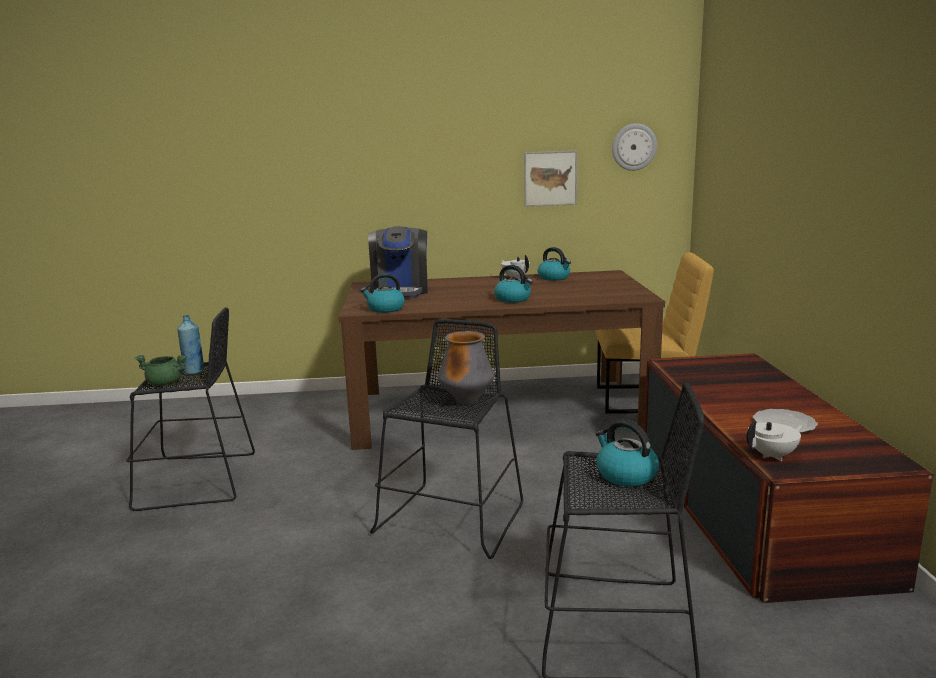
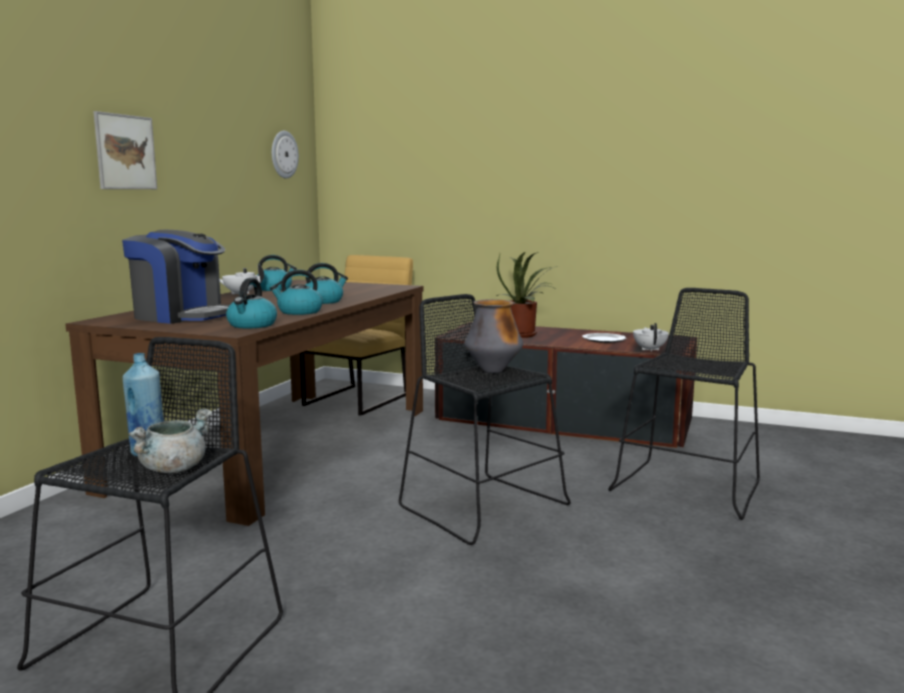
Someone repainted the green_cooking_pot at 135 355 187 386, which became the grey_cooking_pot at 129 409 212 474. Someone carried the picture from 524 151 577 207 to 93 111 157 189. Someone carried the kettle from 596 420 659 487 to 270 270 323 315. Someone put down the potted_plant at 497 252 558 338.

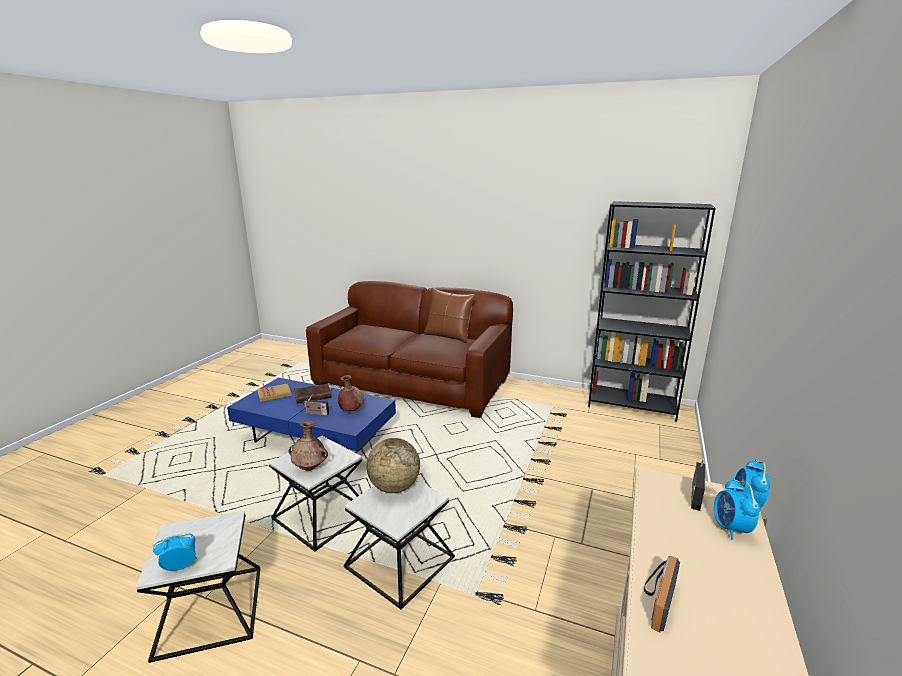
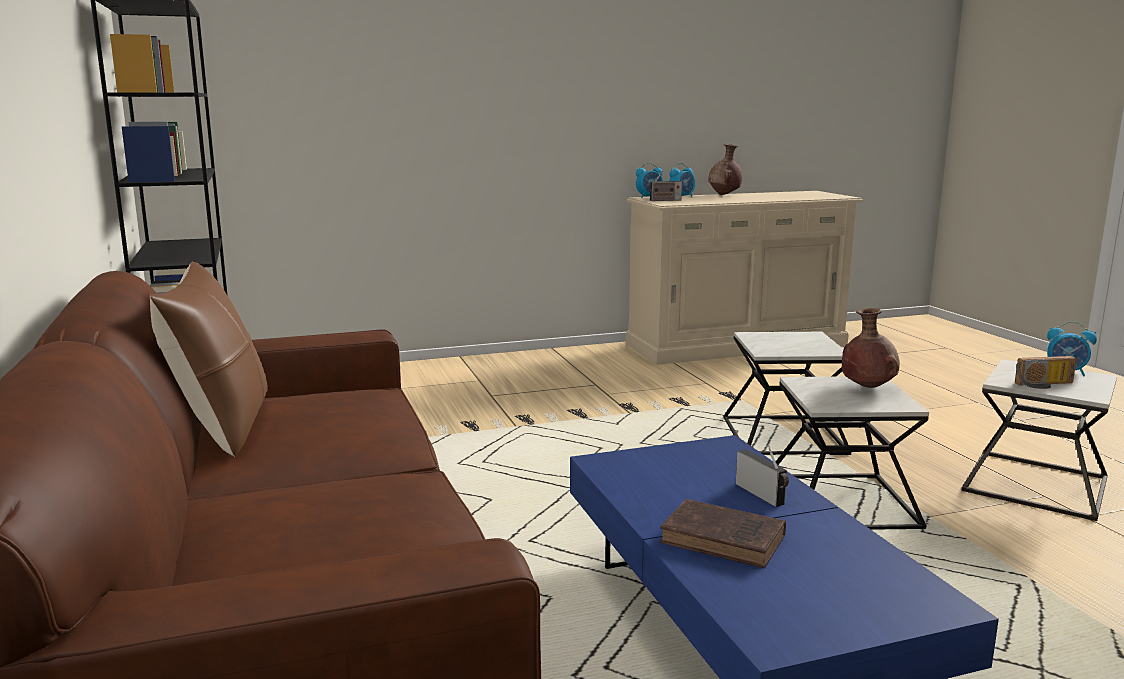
Someone took away the book at 257 384 292 402. Someone carried the brown_vase from 338 375 364 411 to 708 144 742 195. Someone took away the globe at 366 438 420 493. Someone carried the radio from 644 556 680 632 to 1015 356 1077 389.

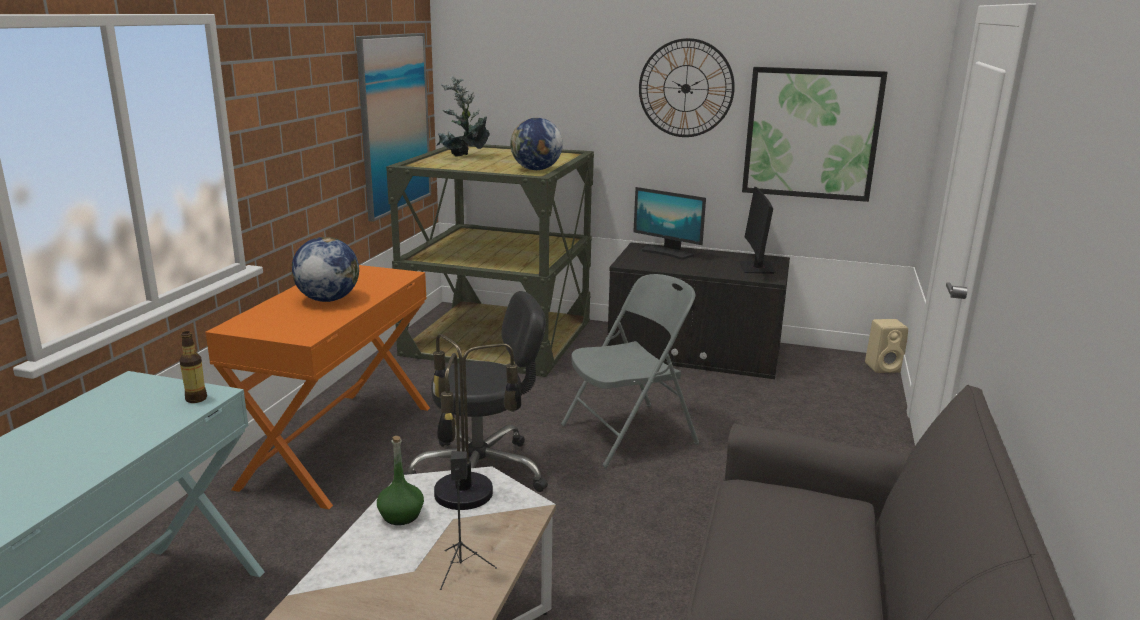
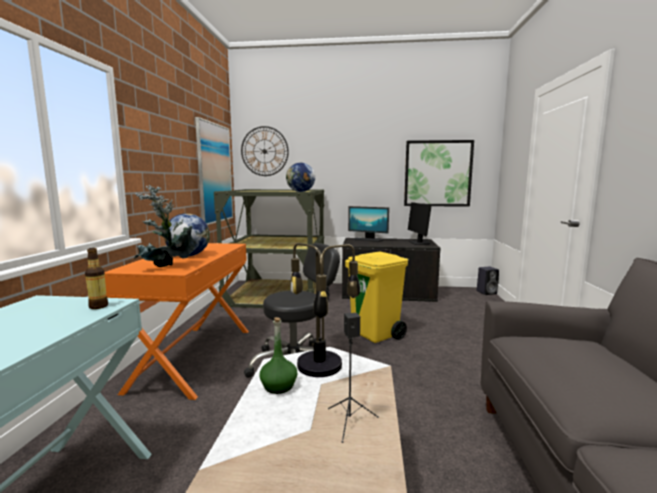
Someone carried the potted_plant from 437 76 490 157 to 134 185 196 267. Someone swapped the grey_chair at 561 274 699 468 for the yellow_trash_can at 345 251 409 343. Someone carried the wall_clock from 639 38 735 137 to 241 126 289 176. Someone repainted the beige_speaker at 865 319 908 373, which became the black_speaker at 477 267 499 295.

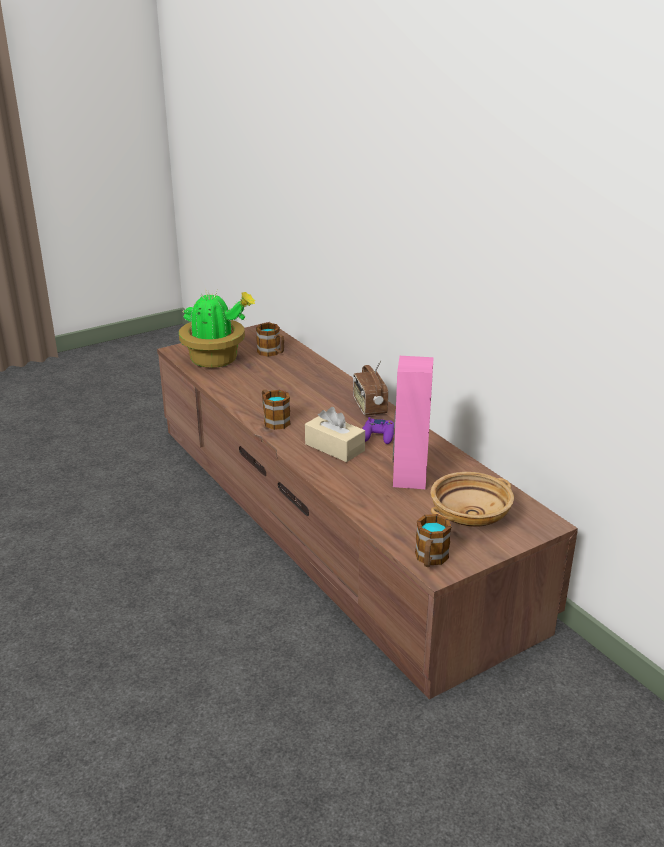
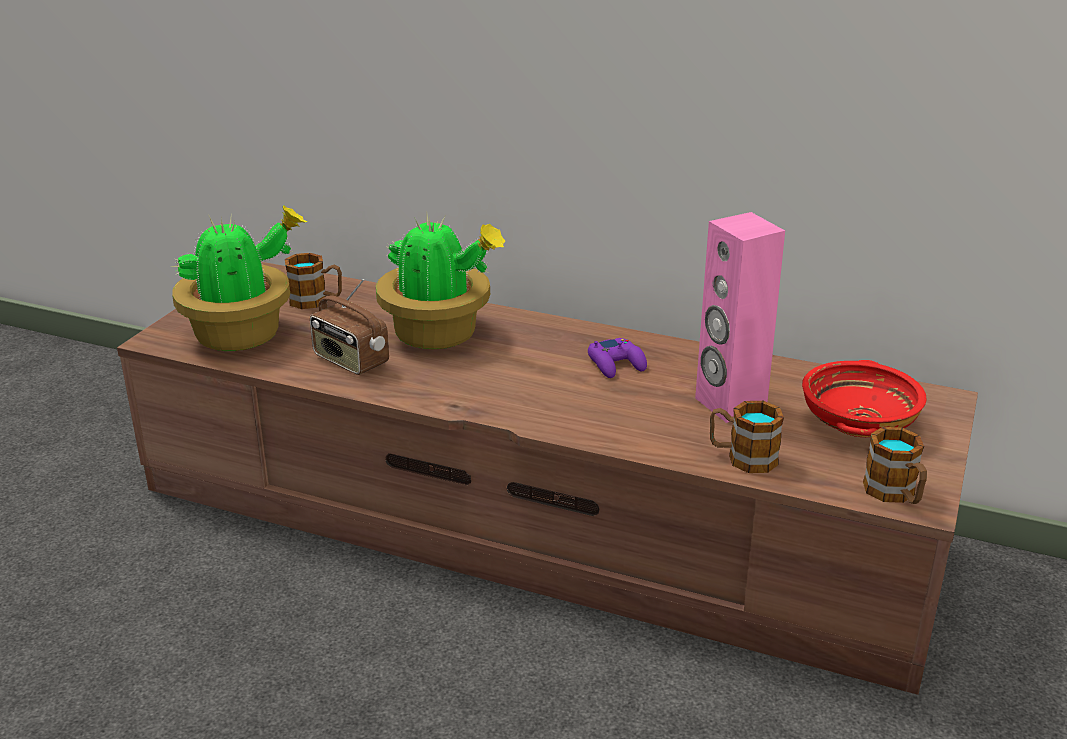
Someone carried the mug from 262 390 291 430 to 710 401 784 473. Someone took away the beige_tissue_box at 305 407 365 462. Someone carried the radio from 353 360 388 416 to 310 279 389 375. Someone repainted the beige_bowl at 431 472 514 527, which became the red_bowl at 802 360 927 437. Someone put down the potted_plant at 376 214 505 349.

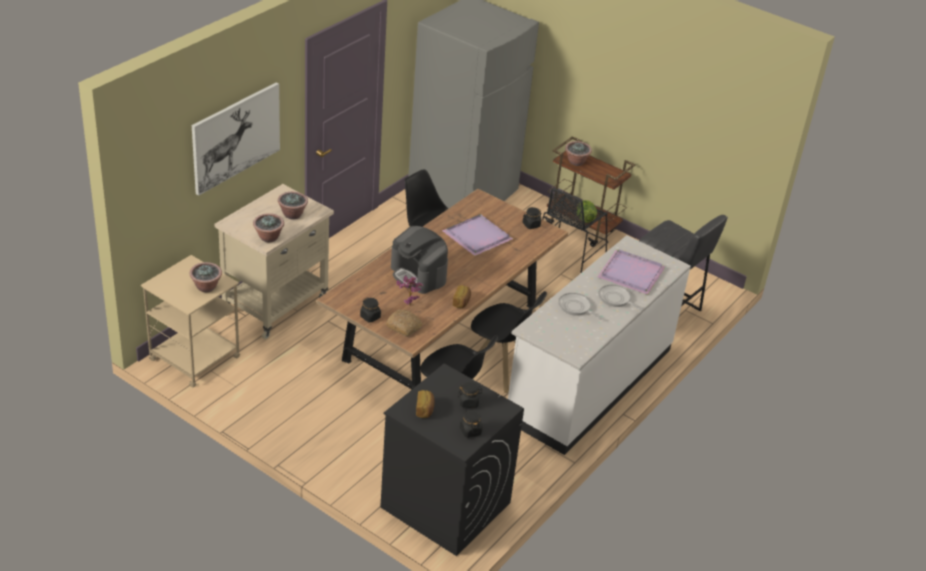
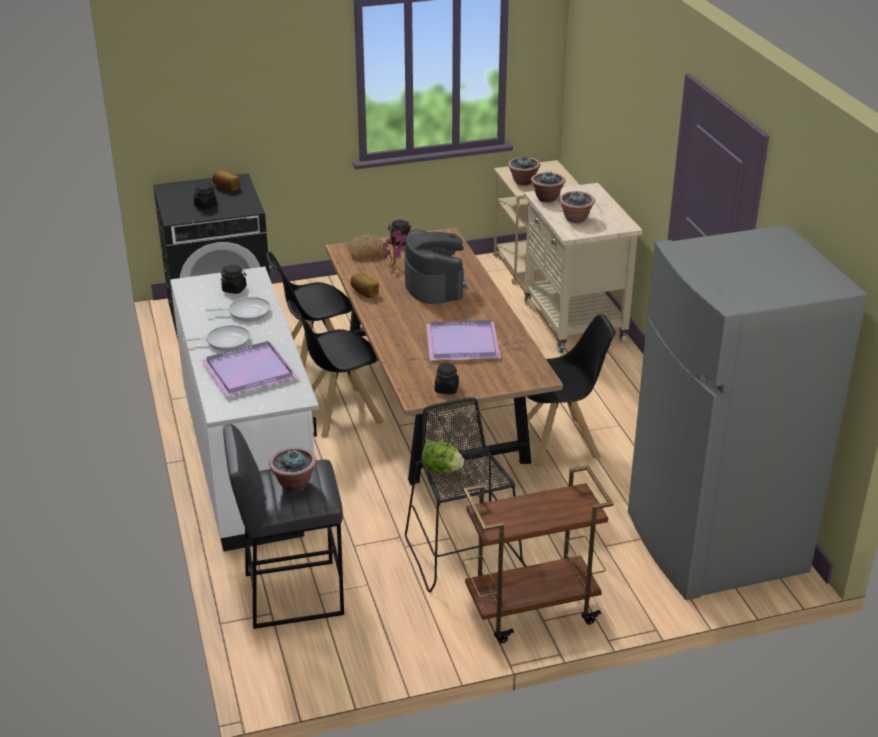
Someone took away the picture at 192 82 280 196. Someone rotated the coffee_machine at 391 226 448 294 by 75 degrees clockwise. Someone carried the black_jar from 460 409 483 438 to 221 265 247 294. Someone carried the potted_plant from 565 141 592 166 to 269 447 316 492.

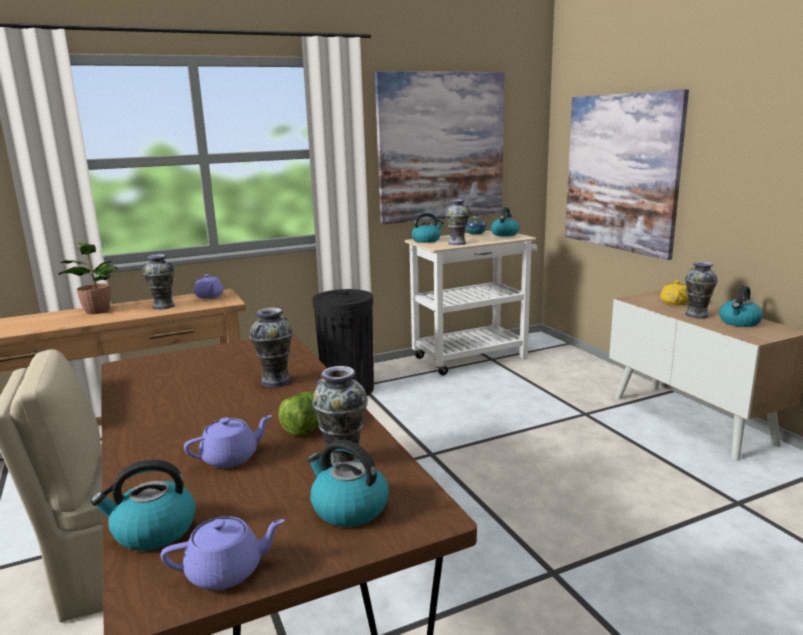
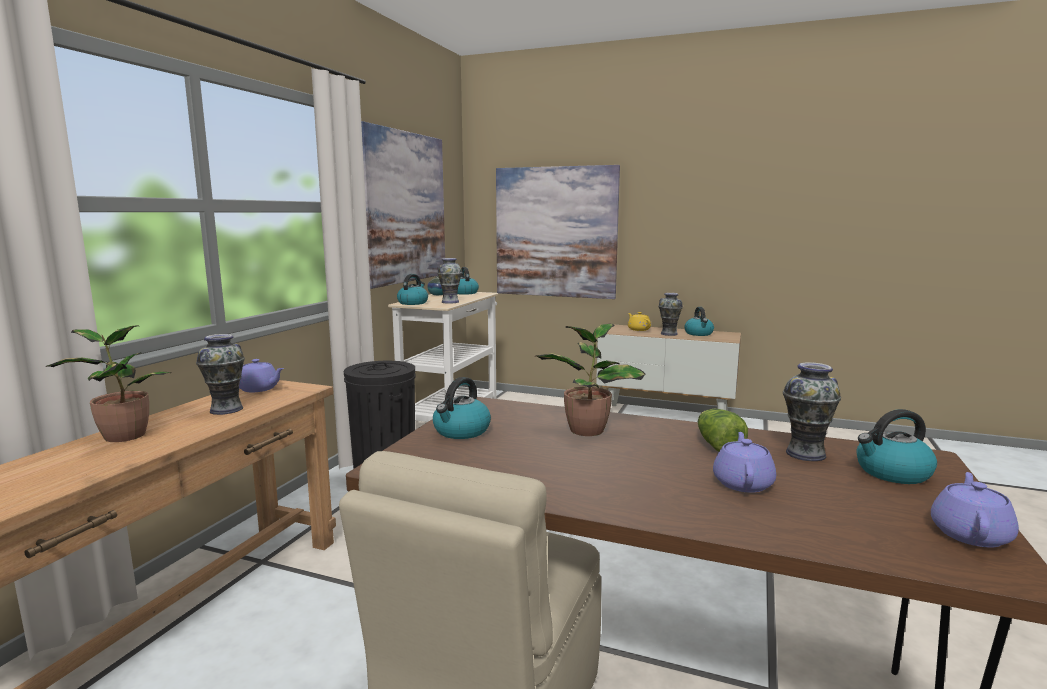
Someone carried the kettle from 91 459 196 551 to 433 377 491 439. Someone swapped the vase at 249 308 293 388 for the potted_plant at 536 323 645 436.

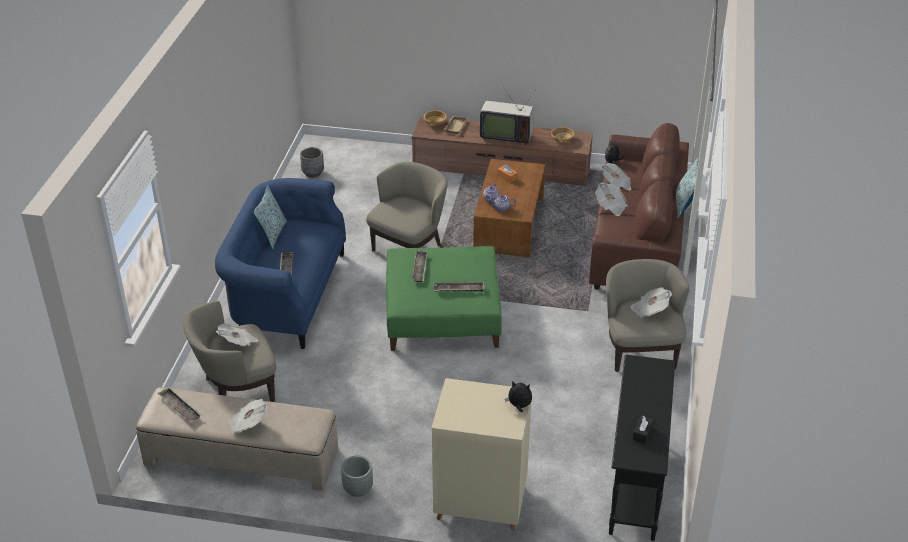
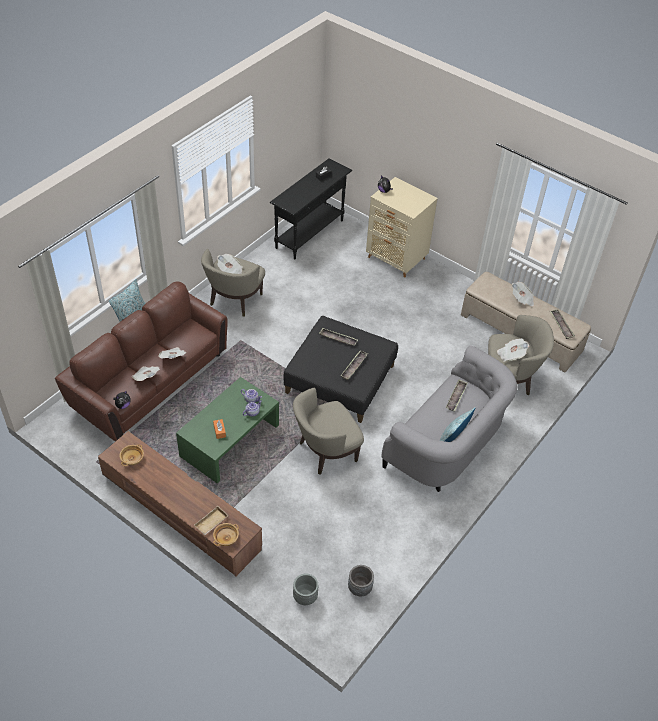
Someone repainted the blue_sofa at 215 178 346 349, which became the grey_sofa at 381 346 517 492. Someone carried the grey_planter from 341 455 373 497 to 293 574 318 605. Someone repainted the green_ottoman at 386 246 502 351, which became the black_ottoman at 284 316 398 423. Someone repainted the brown_coffee_table at 473 159 545 257, which became the green_coffee_table at 176 377 279 483. Someone took away the television at 480 87 535 145.

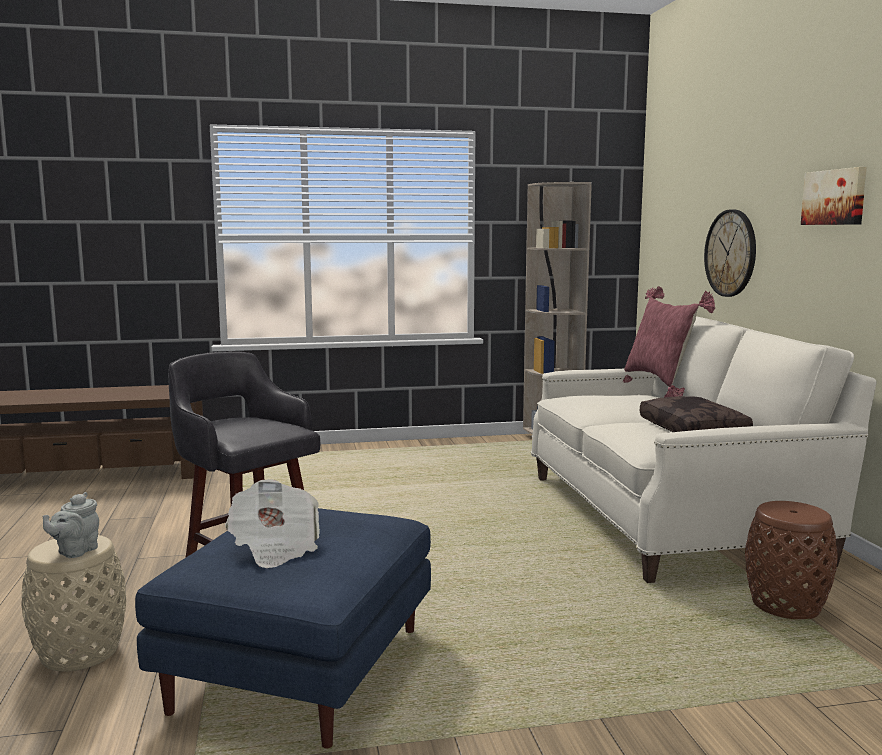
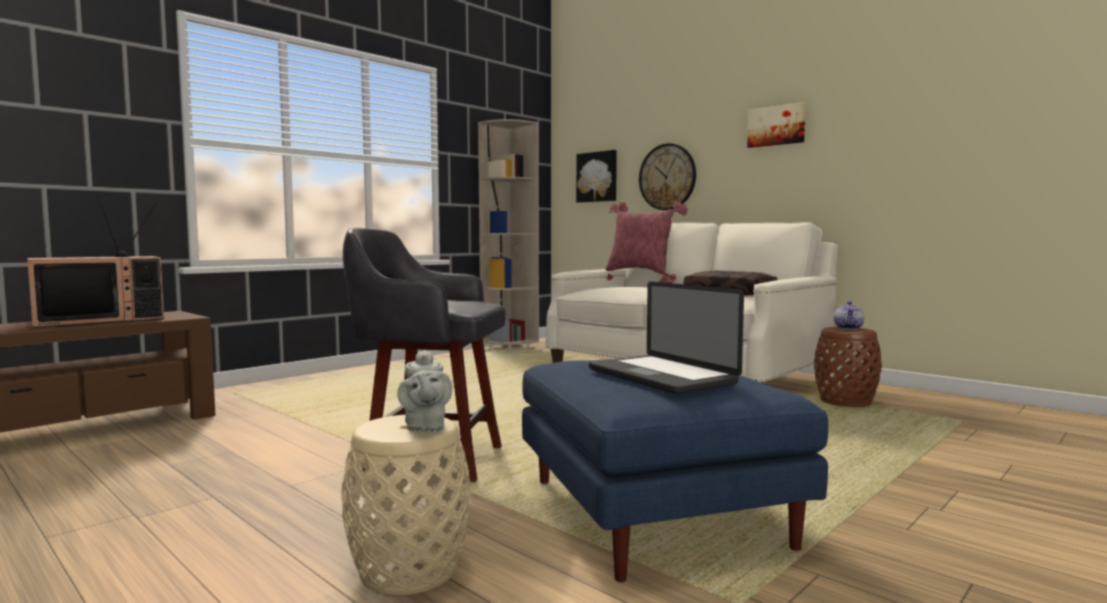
Someone swapped the newspaper at 225 479 320 568 for the laptop at 589 282 744 394. Someone put down the television at 27 194 164 328. Someone put up the picture at 576 150 617 203. Someone put down the teapot at 834 301 864 330.

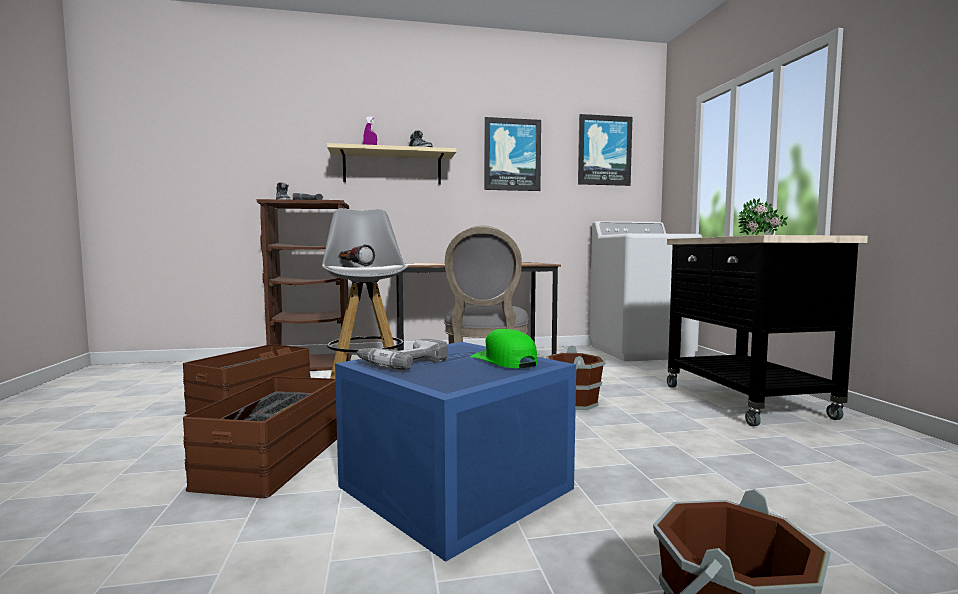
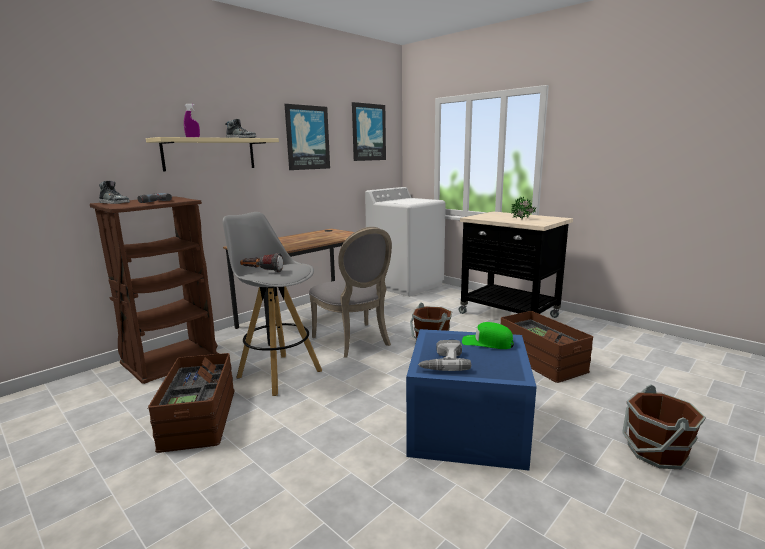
Someone carried the brown_storage_box from 183 376 337 498 to 501 311 593 383.

